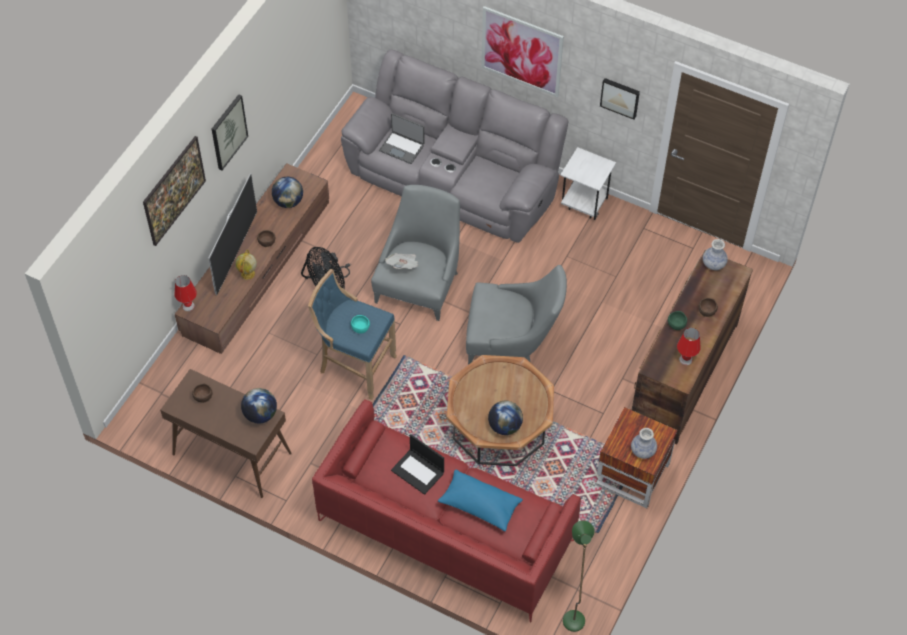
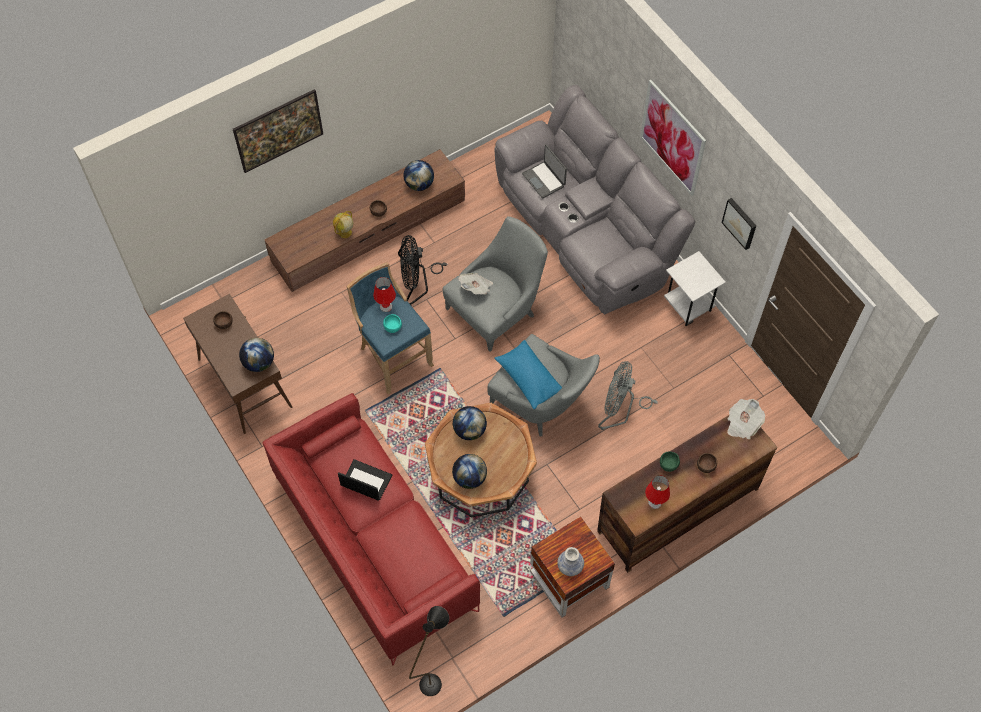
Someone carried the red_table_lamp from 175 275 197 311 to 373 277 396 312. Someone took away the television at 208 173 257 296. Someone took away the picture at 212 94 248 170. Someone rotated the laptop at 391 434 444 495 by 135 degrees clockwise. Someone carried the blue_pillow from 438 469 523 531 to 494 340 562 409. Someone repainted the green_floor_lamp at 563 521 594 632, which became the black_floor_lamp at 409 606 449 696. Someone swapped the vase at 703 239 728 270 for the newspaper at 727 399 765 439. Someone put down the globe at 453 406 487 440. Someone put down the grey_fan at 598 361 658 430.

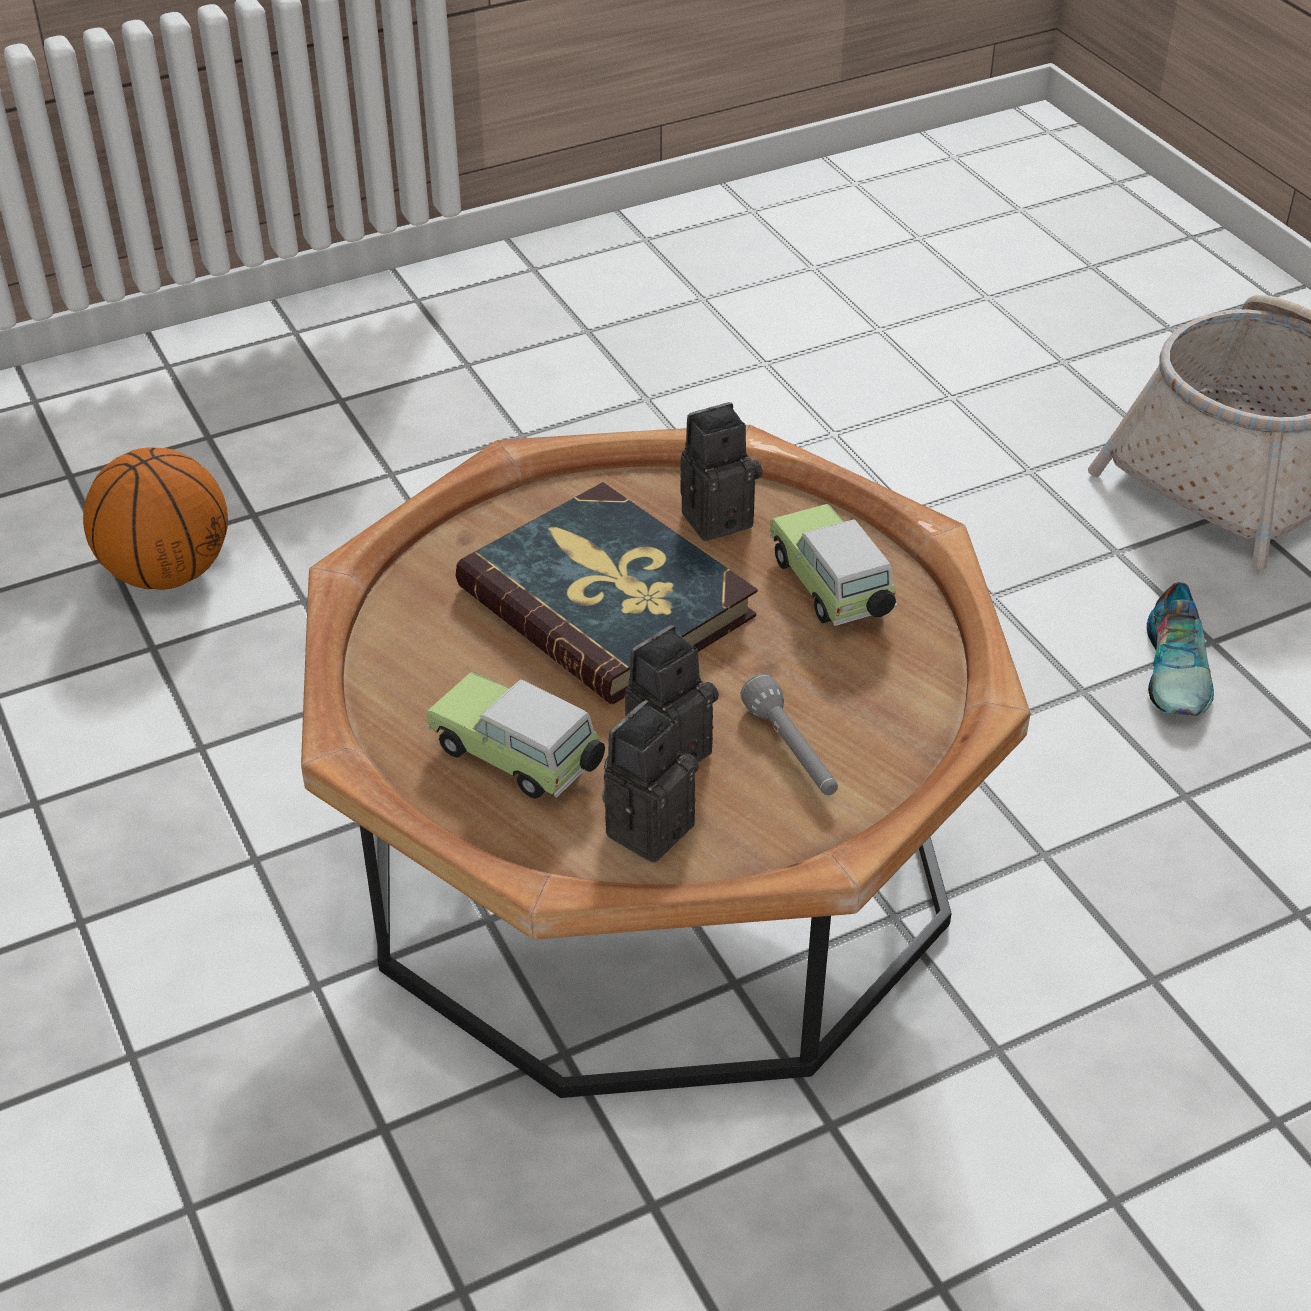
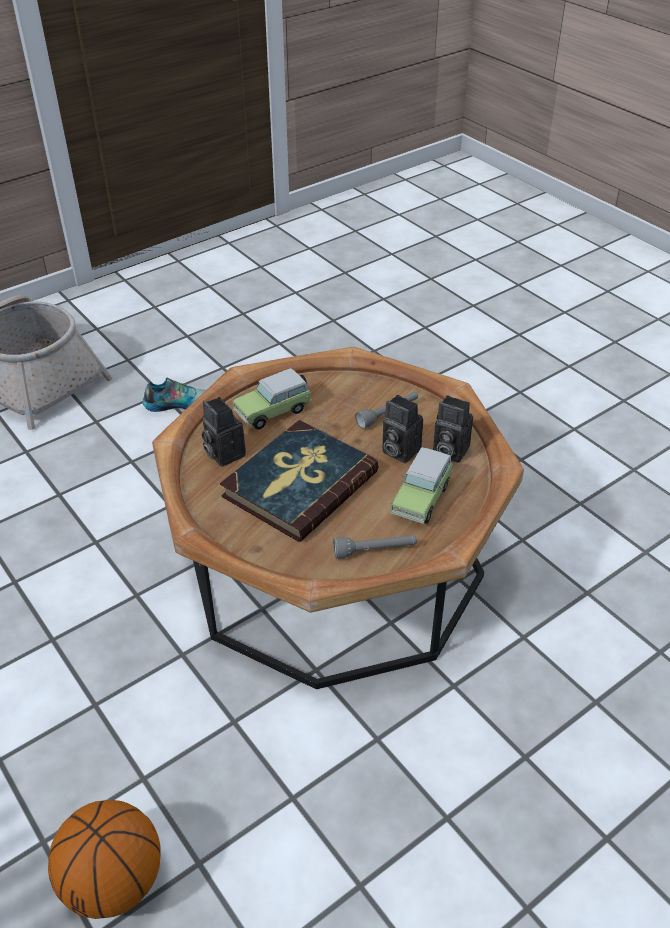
Someone put down the grey_flashlight at 333 535 417 559.

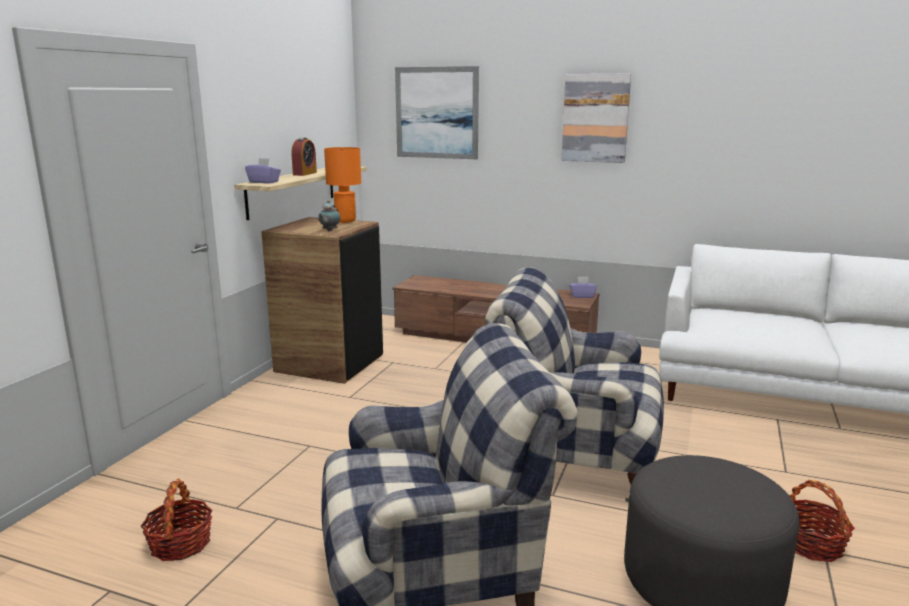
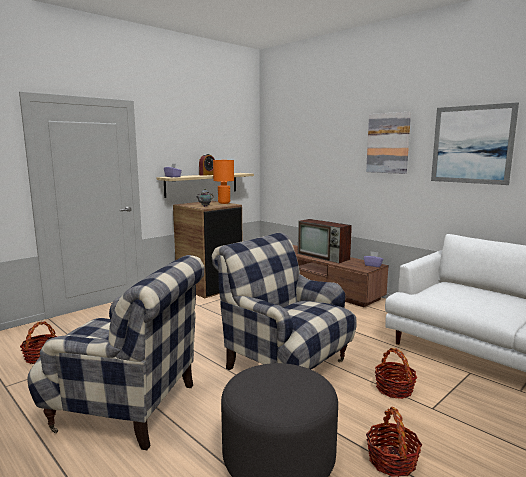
Someone carried the picture from 395 66 479 159 to 431 102 519 185. Someone put down the television at 298 219 352 263. Someone put down the basket at 375 348 417 399.

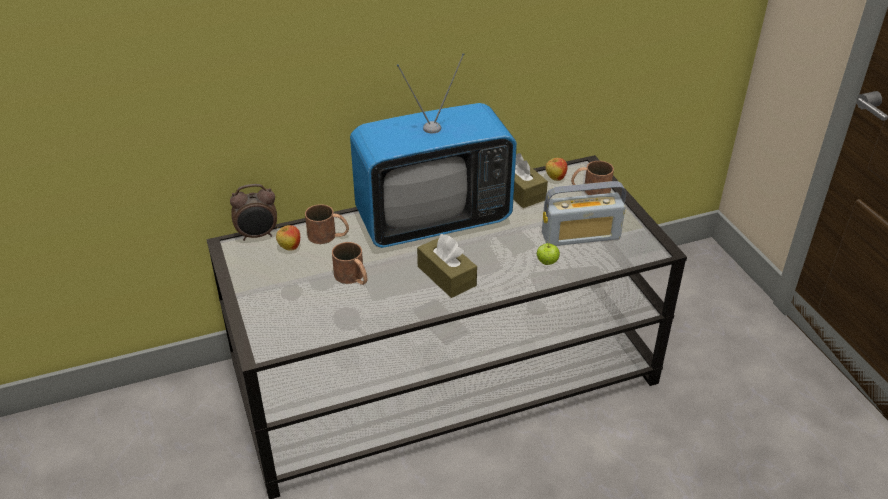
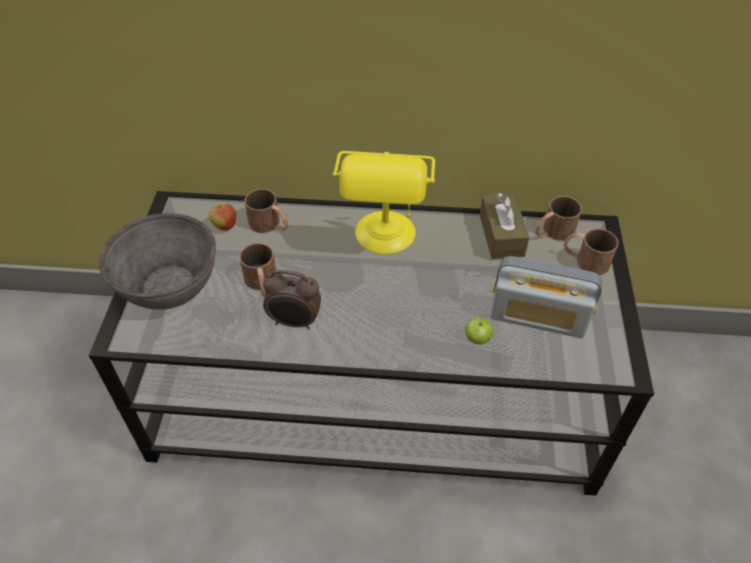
Someone carried the alarm_clock from 230 184 277 241 to 263 270 321 330. Someone swapped the television at 350 53 517 248 for the yellow_table_lamp at 333 151 435 254. Someone took away the brown_tissue_box at 417 234 477 298. Someone swapped the apple at 545 157 567 181 for the brown_mug at 535 196 582 241. Someone put down the grey_bowl at 99 213 216 310.

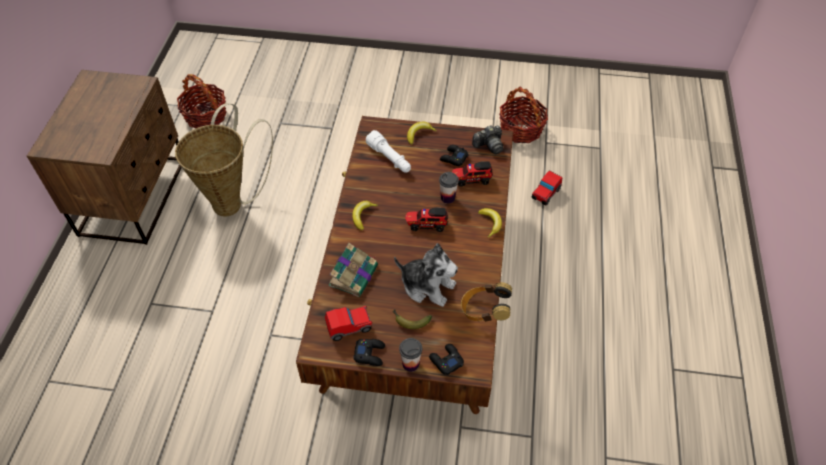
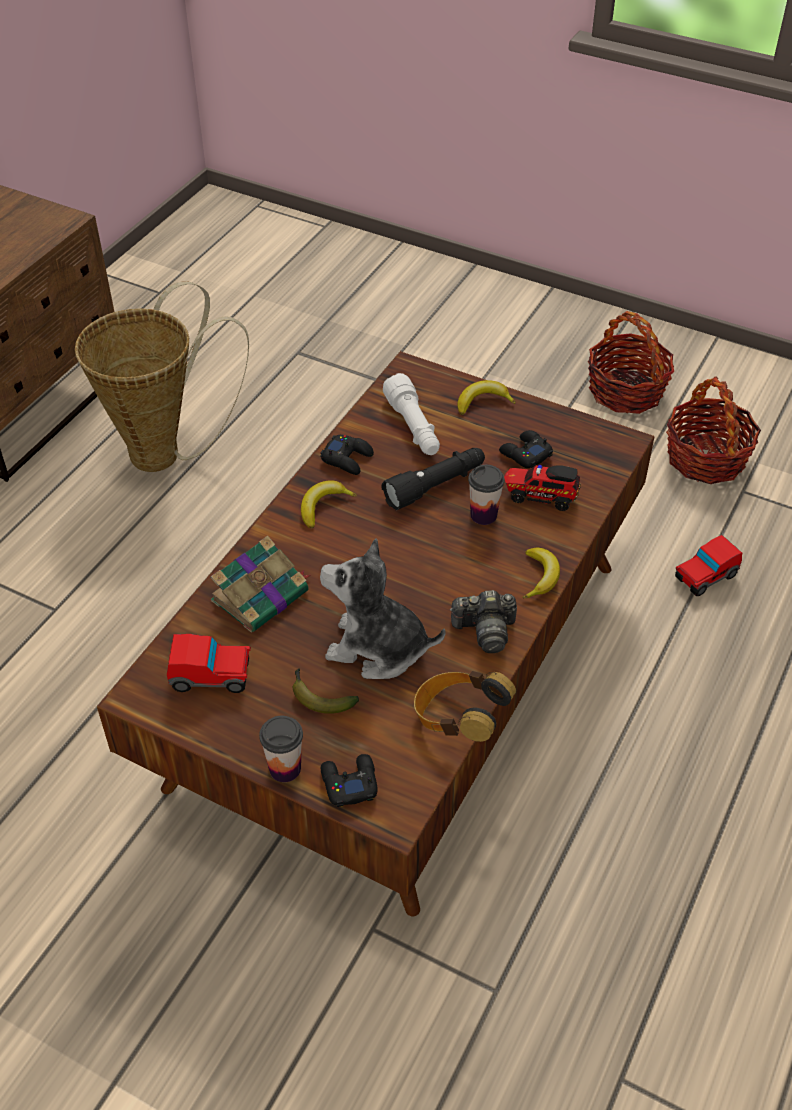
Someone carried the basket from 177 74 227 128 to 588 311 674 414. Someone carried the black_game_controller from 353 339 385 366 to 320 435 374 475. Someone rotated the plush_toy at 394 243 458 307 by 150 degrees clockwise. Someone took away the toy_truck at 405 208 448 232. Someone carried the photo_camera from 472 125 503 154 to 450 590 517 653. Someone put down the black_flashlight at 382 448 485 510.

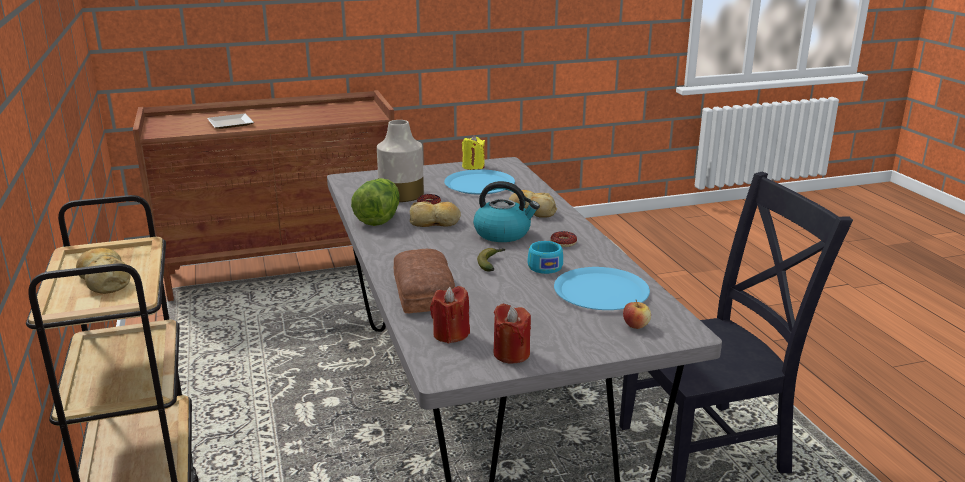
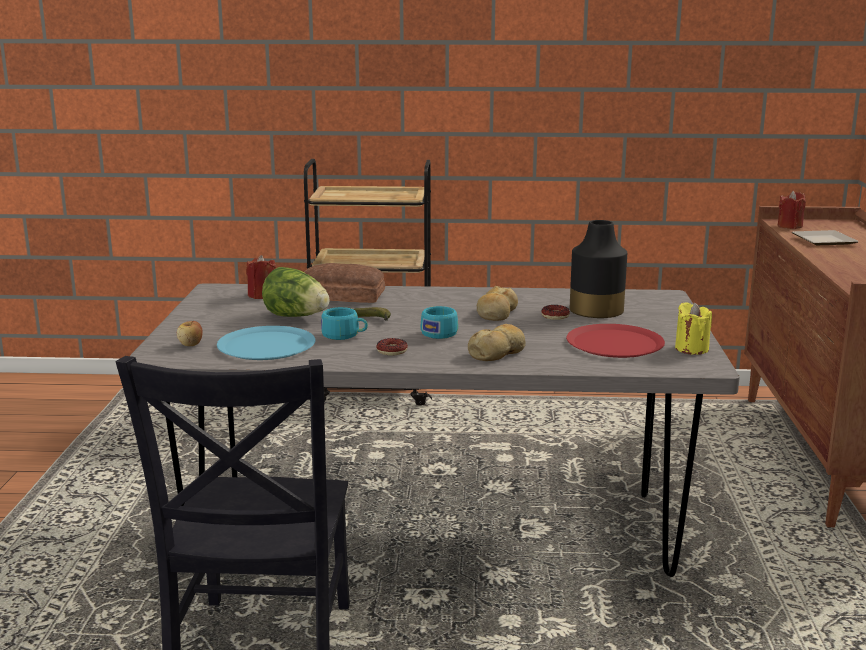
Someone took away the bread at 76 248 131 294. Someone carried the lettuce from 351 178 400 226 to 262 267 330 317. Someone repainted the beige_vase at 377 120 424 202, which became the black_vase at 569 220 627 318. Someone repainted the blue_plate at 444 169 515 195, which became the red_plate at 566 324 665 358. Someone swapped the kettle at 473 181 540 242 for the turquoise_cup at 421 306 458 339. Someone carried the red_candle from 494 304 531 363 to 778 191 806 229.

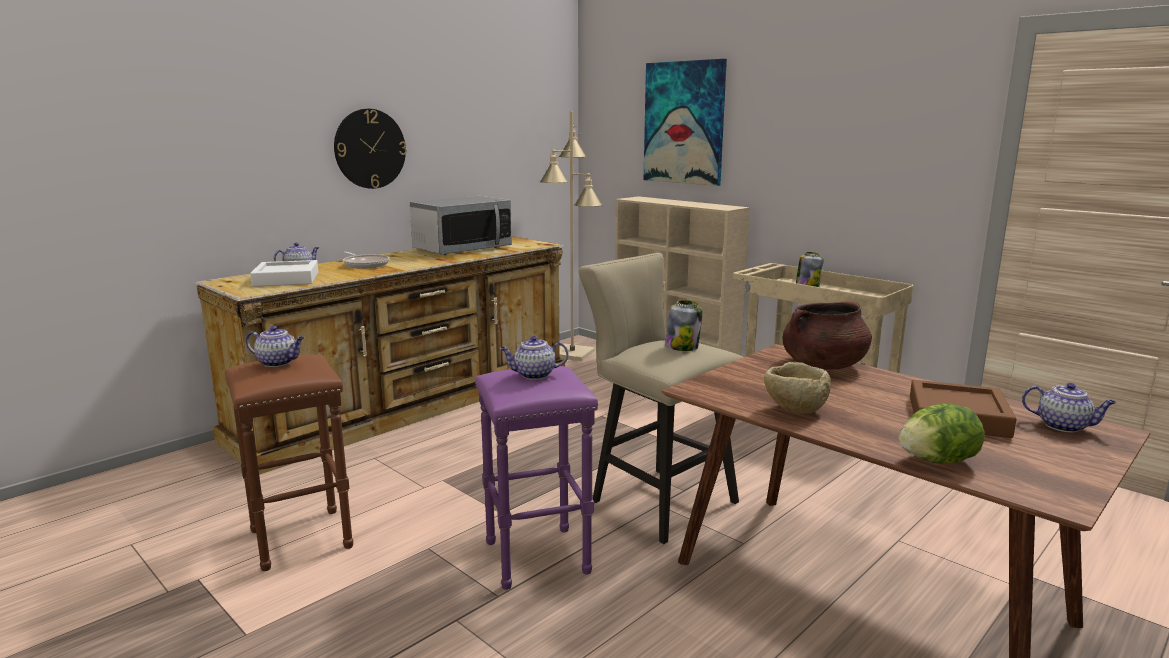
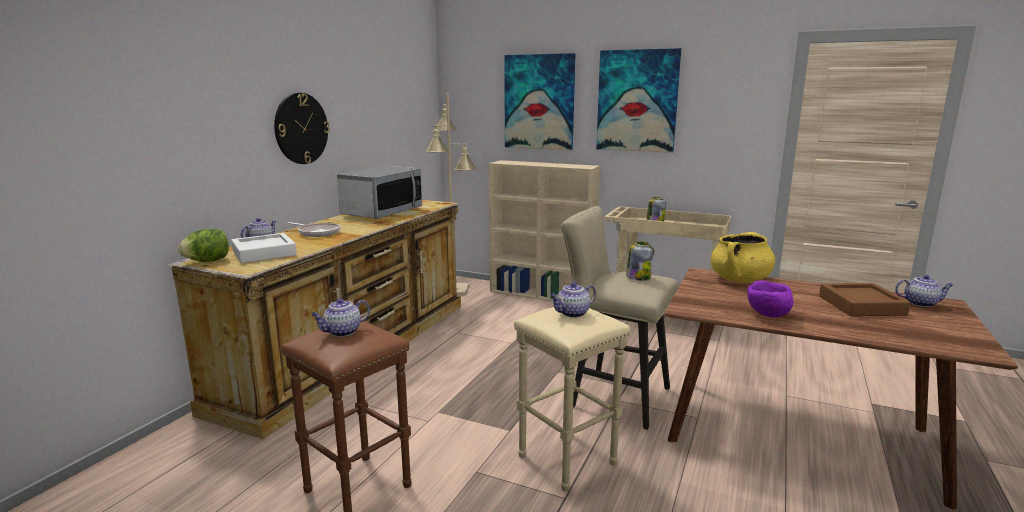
Someone rotated the teapot at 246 326 304 367 by 150 degrees clockwise. Someone repainted the purple_stool at 475 366 598 590, which became the beige_stool at 514 307 630 492. Someone repainted the beige_bowl at 764 362 831 414, which became the purple_bowl at 747 280 794 318. Someone repainted the brown_cooking_pot at 783 301 872 370, which became the yellow_cooking_pot at 711 232 775 283. Someone carried the lettuce from 899 403 985 464 to 178 229 229 262. Someone put up the picture at 596 48 681 153.

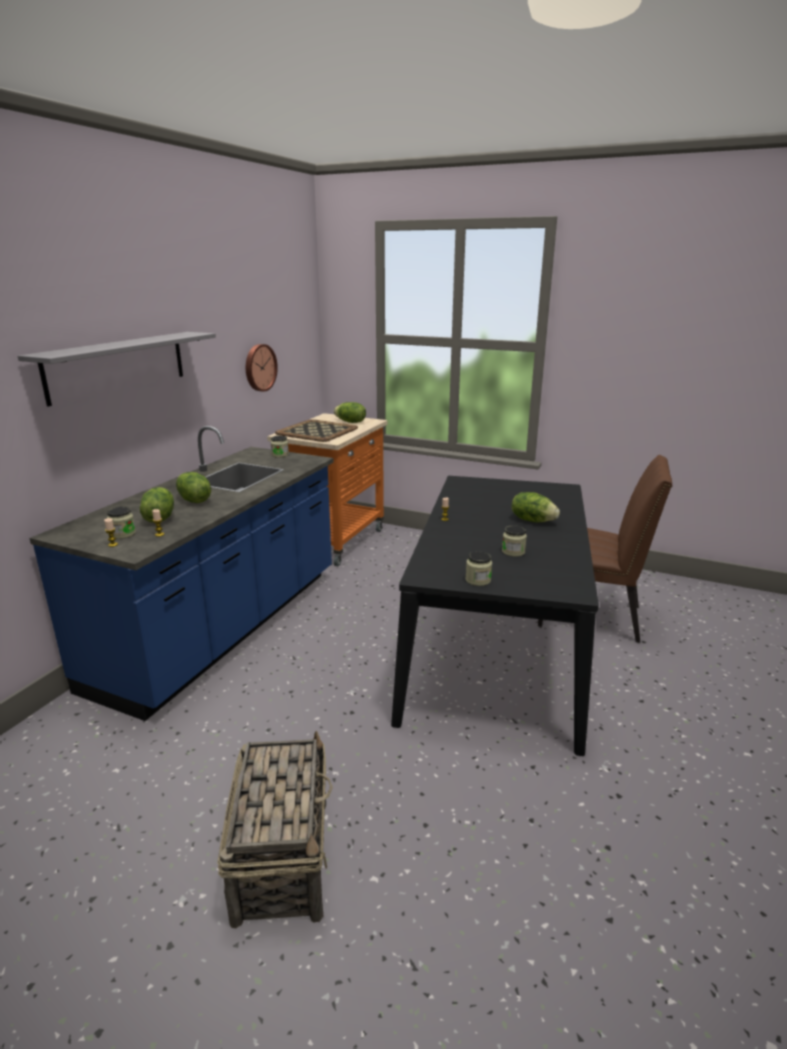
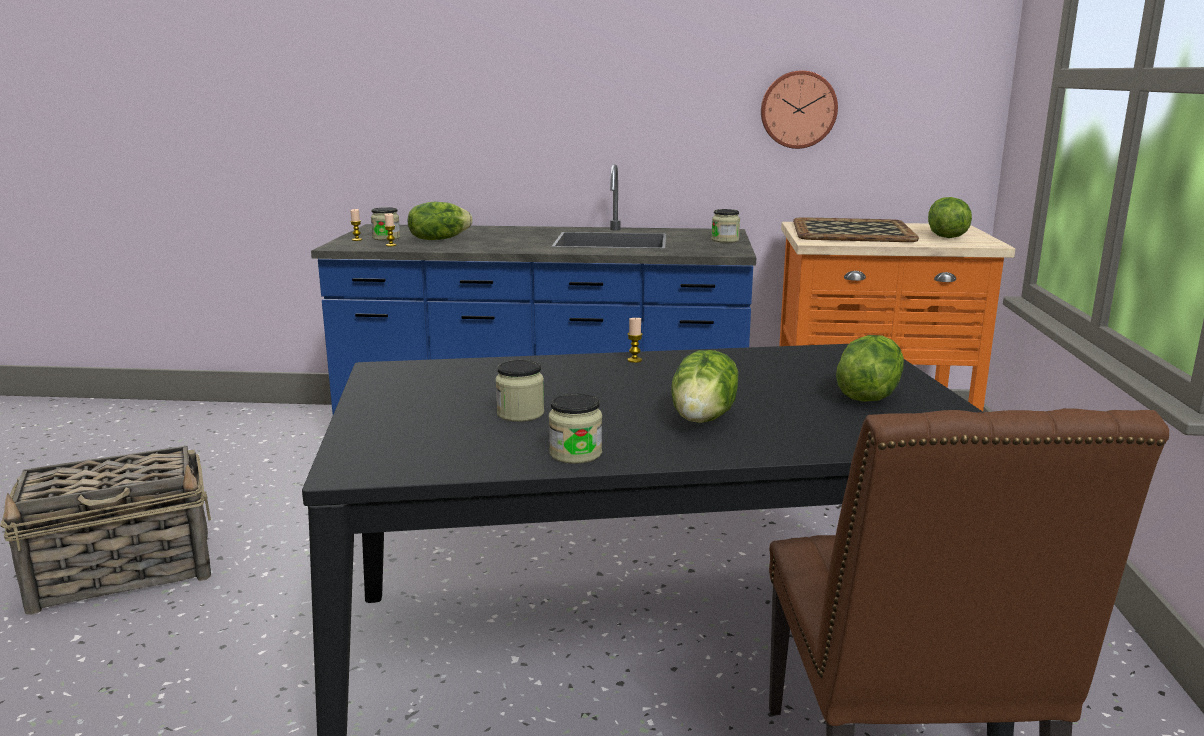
Someone took away the grey_shelf at 18 332 216 407. Someone carried the lettuce from 176 472 211 503 to 836 335 904 402. Someone carried the jar from 465 551 492 586 to 549 393 602 464.

